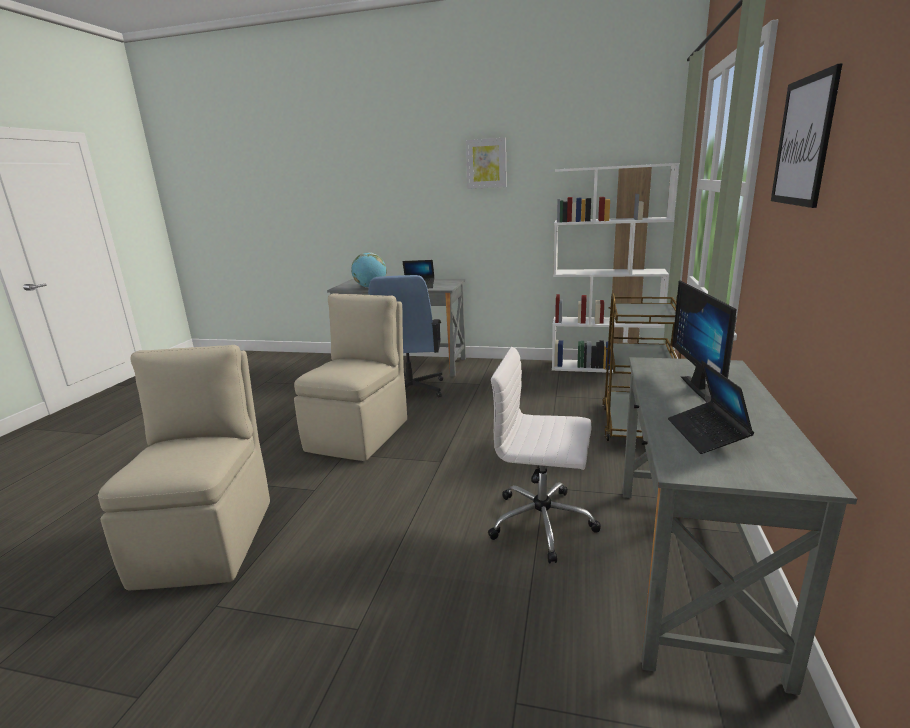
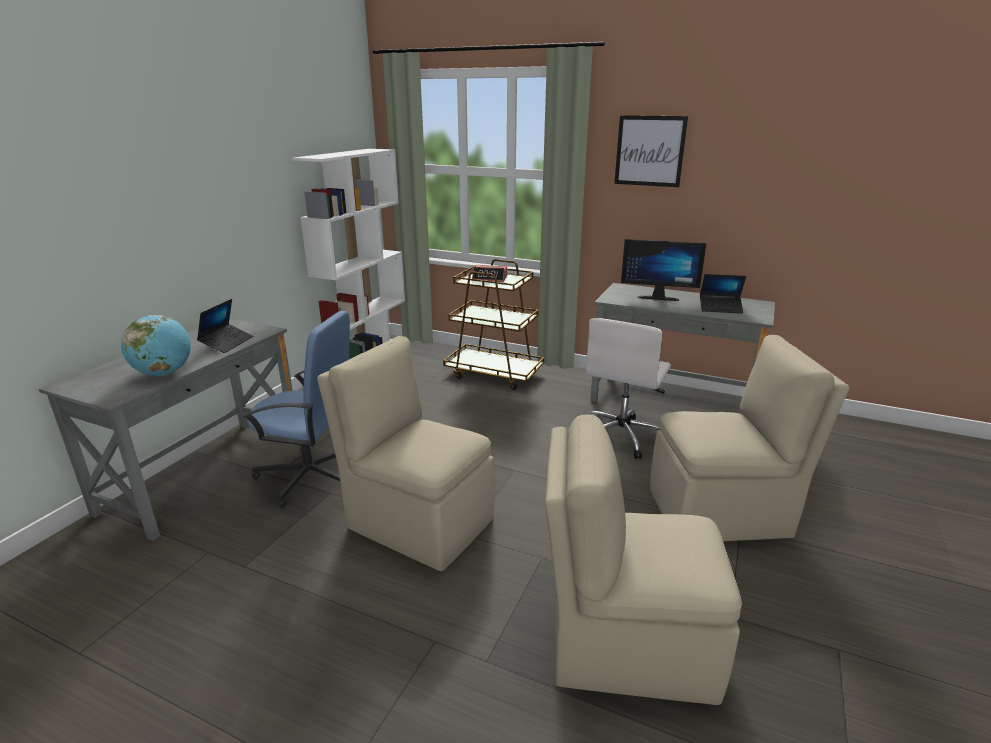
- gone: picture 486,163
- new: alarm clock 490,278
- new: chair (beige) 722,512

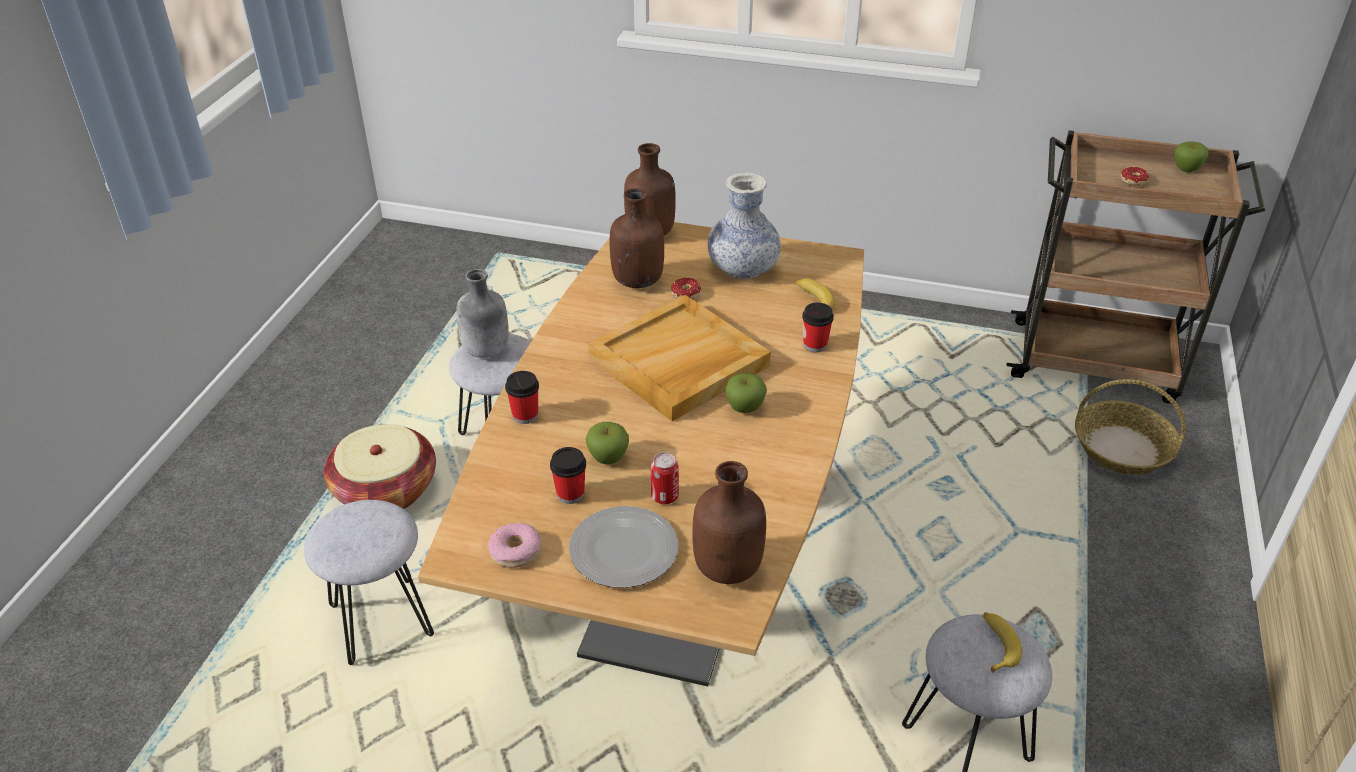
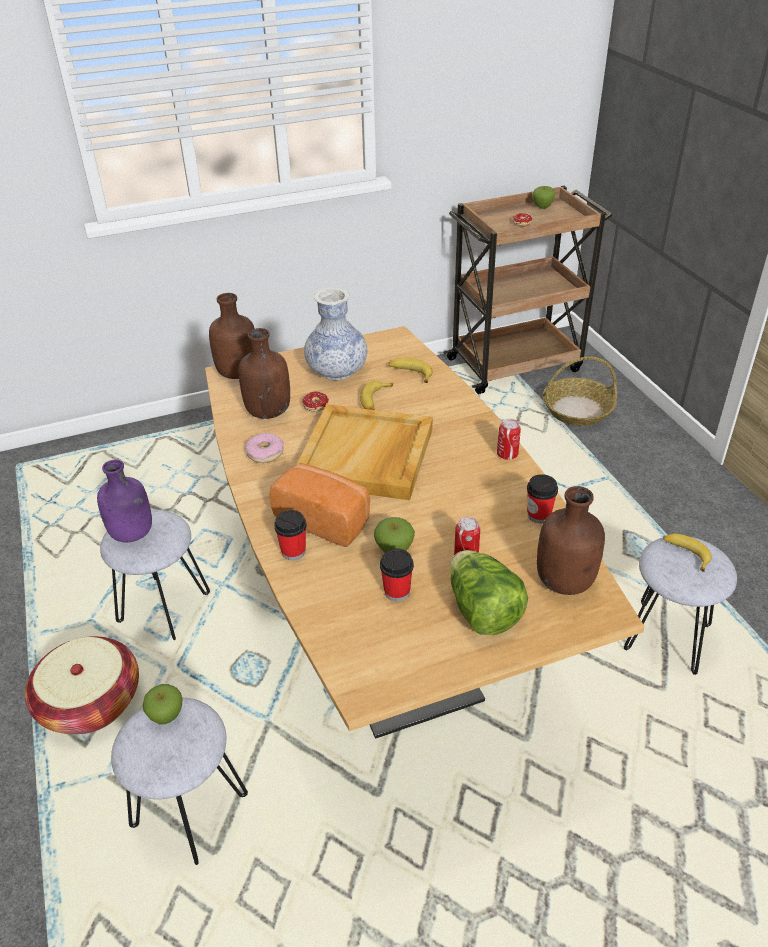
- repainted: bottle (grey) 486,351 to bottle (purple) 132,534
- shifted: donut 515,551 to 265,453
- swapped: plate 622,551 to lettuce 482,611
- shifted: apple 745,408 to 166,716
- shifted: cup 815,345 to 539,515
- new: bread 325,518
- new: banana 375,400
- new: can 507,454

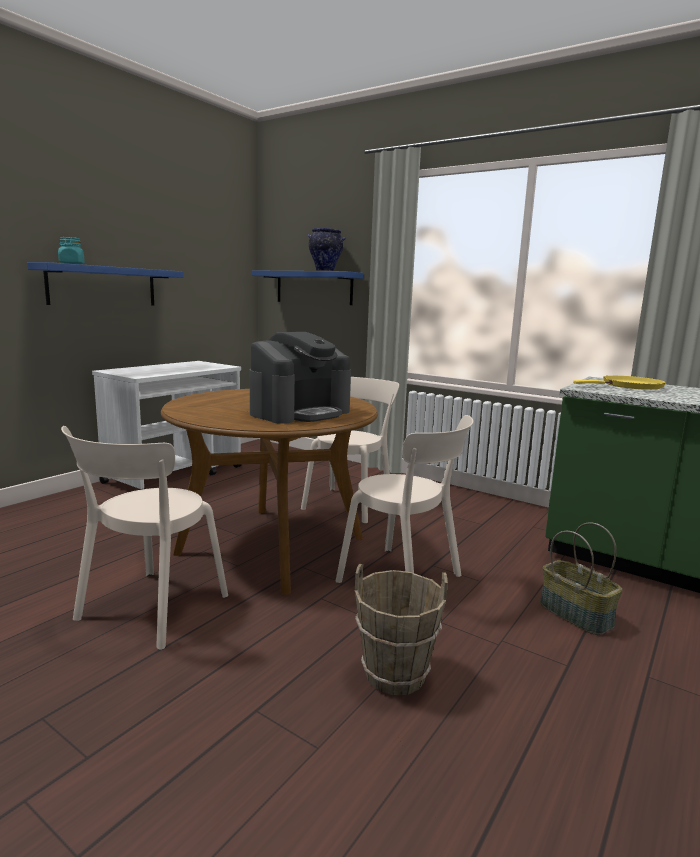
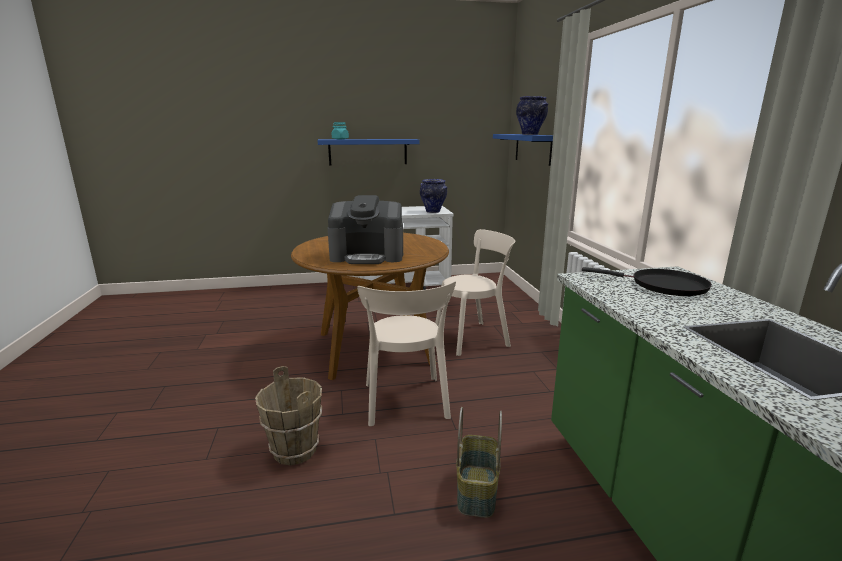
- gone: chair (beige) 149,610
- repainted: frying pan (yellow) 629,386 to frying pan (black) 663,286
- new: vase 433,212

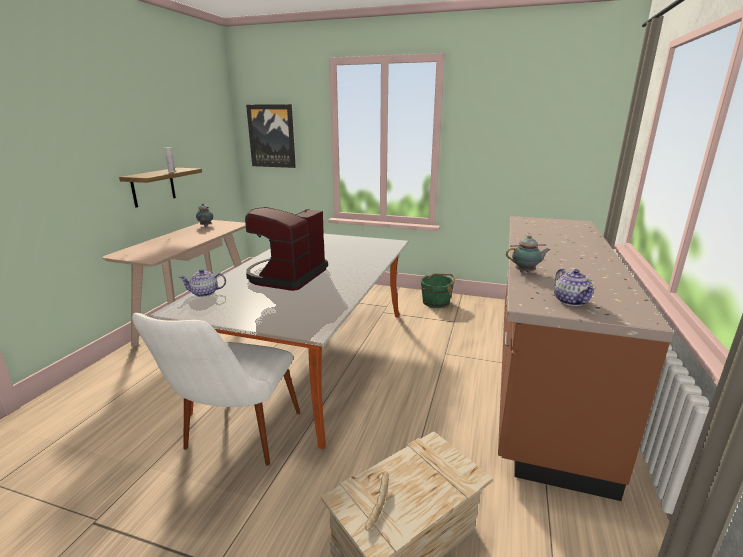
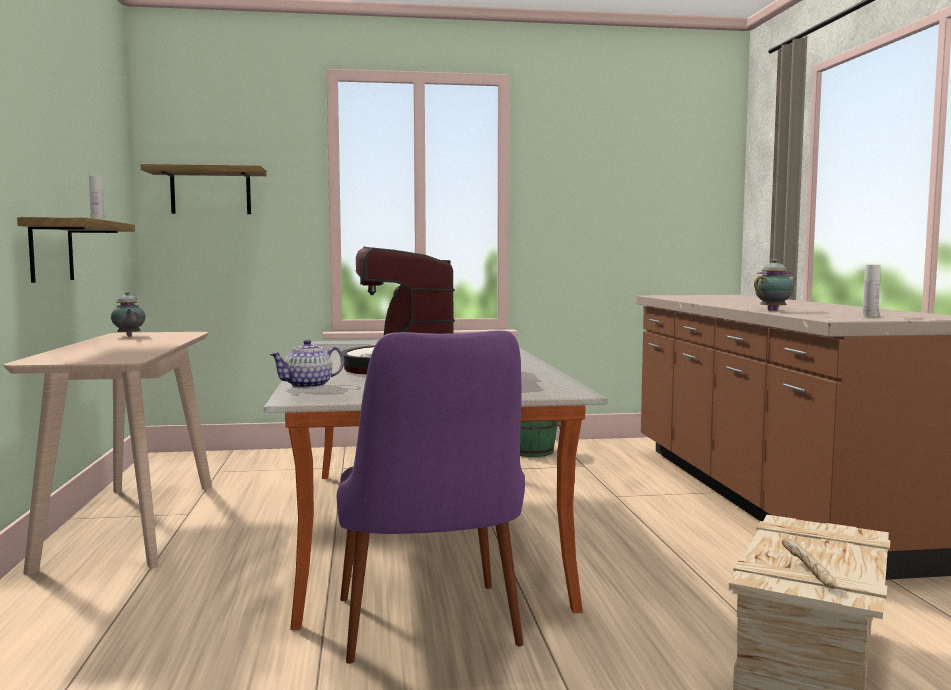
- repainted: chair (white) 235,443 to chair (purple) 431,637
- swapped: picture 272,136 to shelf 210,191
- swapped: teapot 571,301 to bottle (white) 870,316

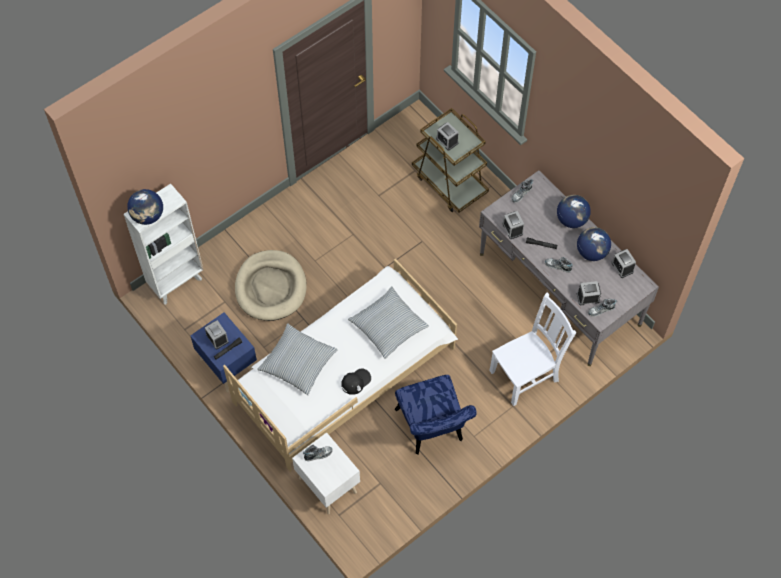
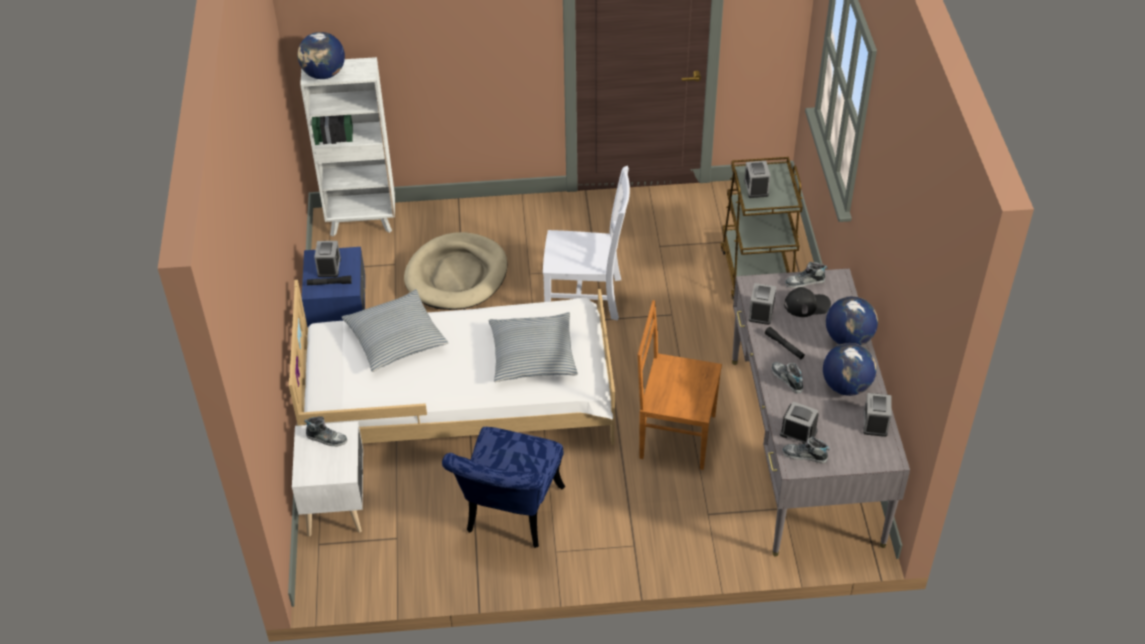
- shifted: cap (black) 356,381 to 807,305
- shifted: chair (white) 526,375 to 586,297
- new: chair (brown) 675,435

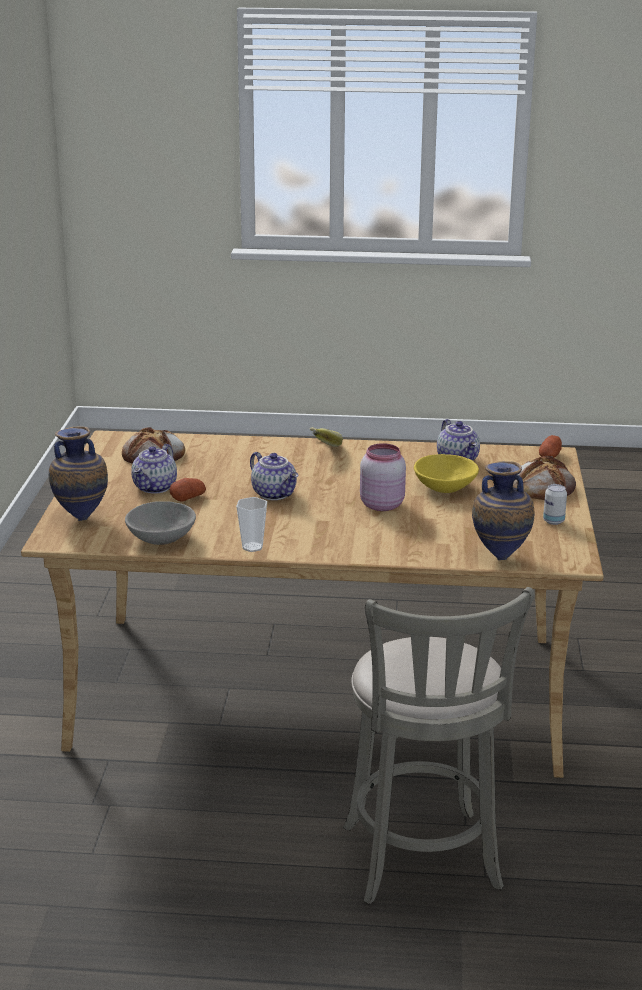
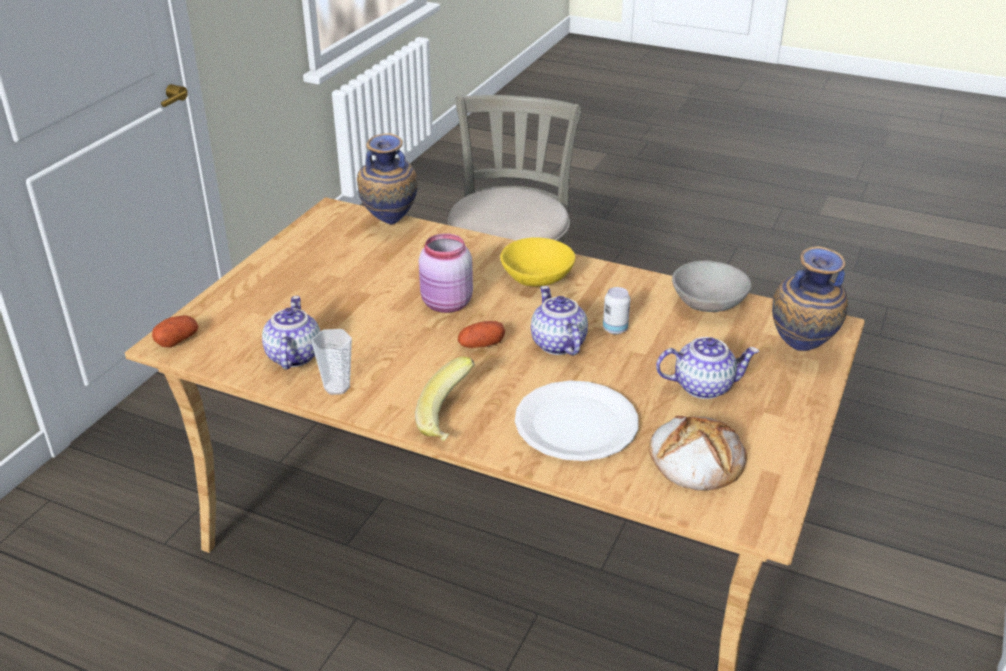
- rotated: teapot 155,487 = 703,386 45 degrees clockwise
- shifted: potato 188,498 to 481,345
- shifted: cup 252,547 to 337,387
- shifted: bowl (yellow) 445,488 to 536,278
- gone: bread 542,486
- shifted: can 553,521 to 615,329
- new: plate (white) 576,424

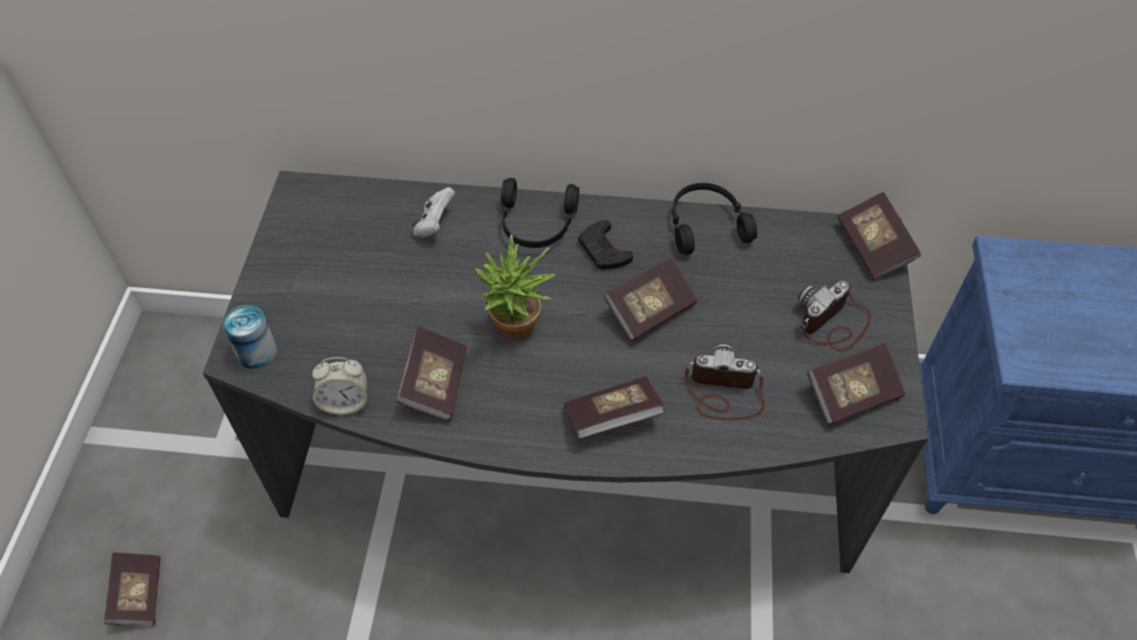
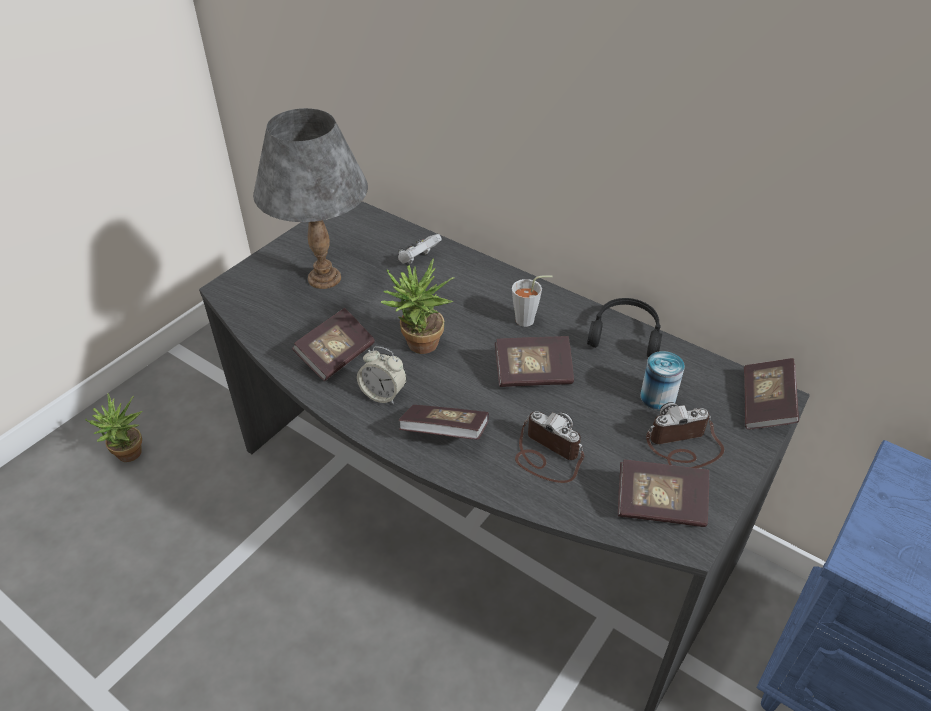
- swapped: book 138,594 to potted plant 130,457
- shifted: can 257,352 to 657,397
- shifted: alarm clock 345,402 to 383,394
- gone: headphones (black) 536,224
- swapped: game controller (black) 604,250 to cup (grey) 529,320
- new: table lamp (grey) 323,278

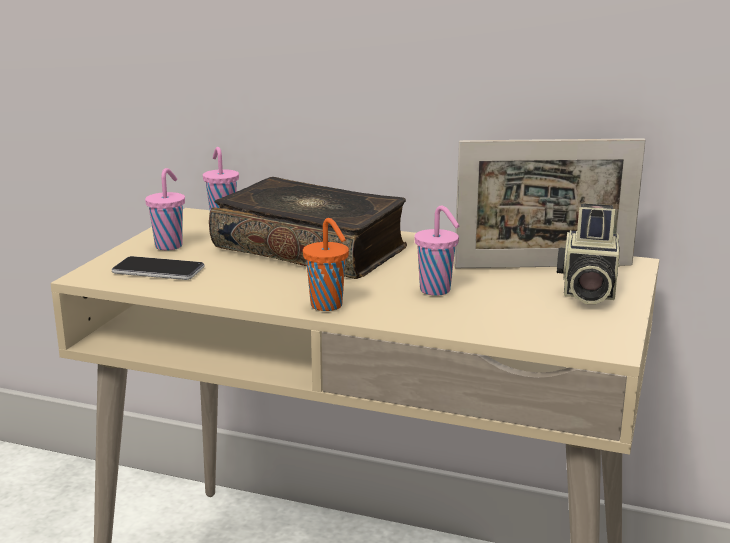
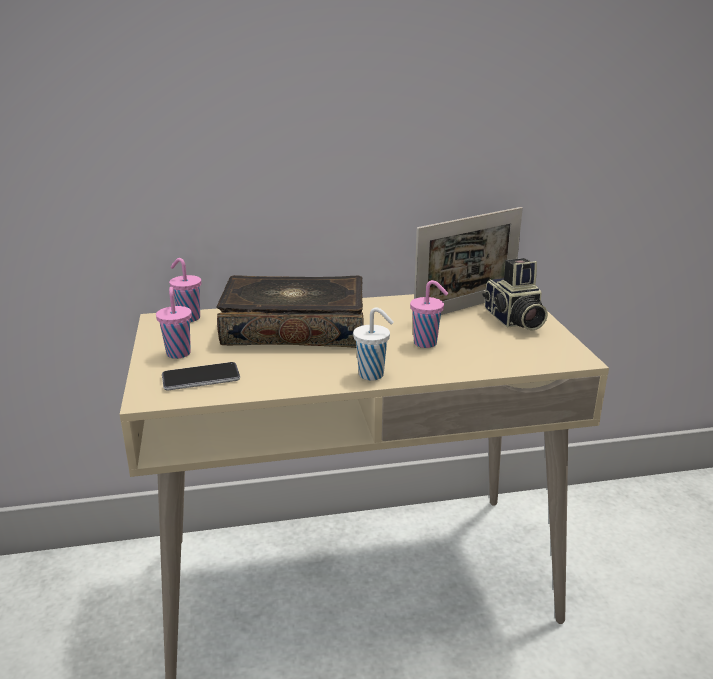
- repainted: cup (orange) 328,306 to cup (white) 373,375

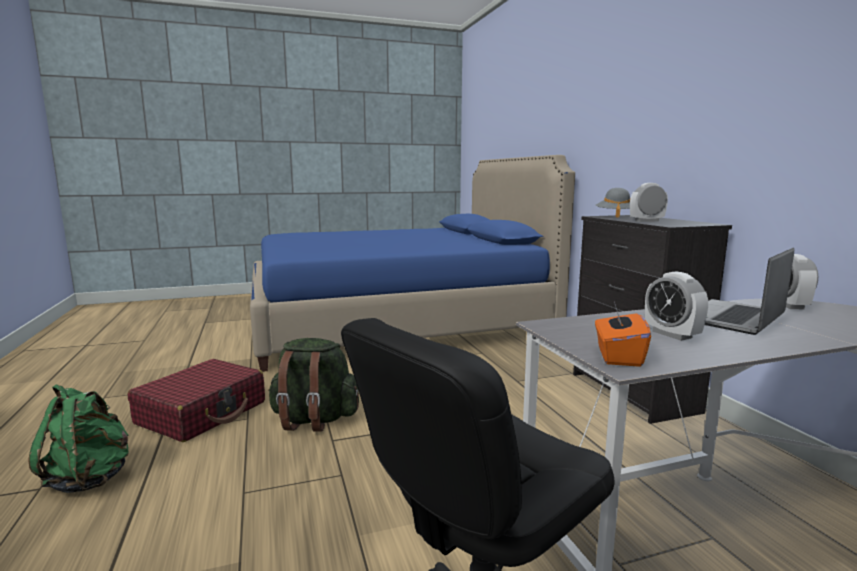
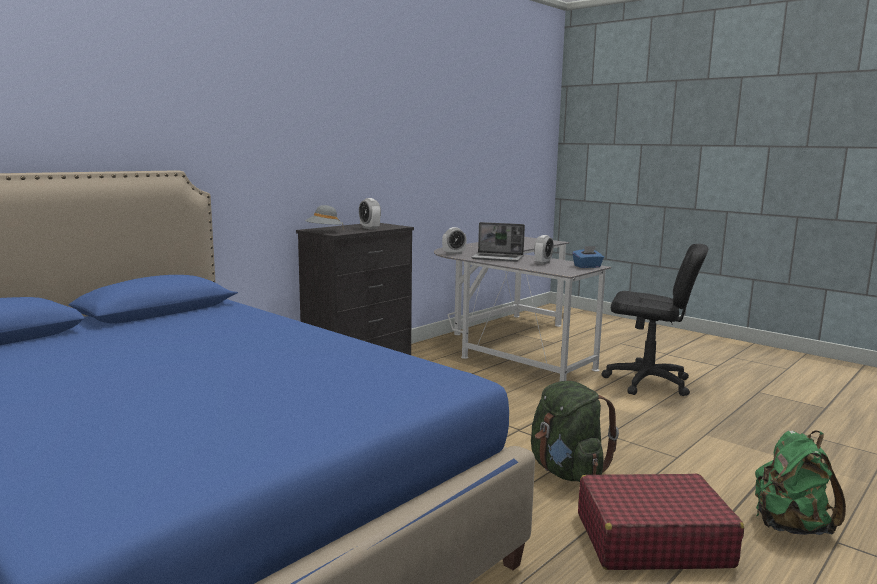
- repainted: tissue box (orange) 618,356 to tissue box (blue) 587,266

